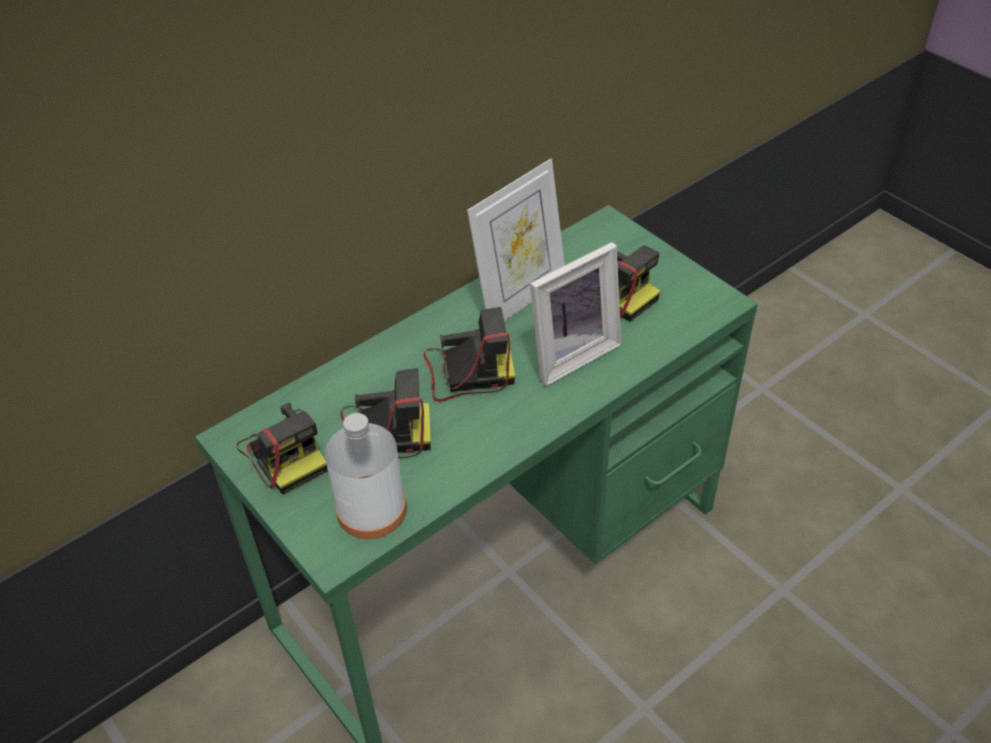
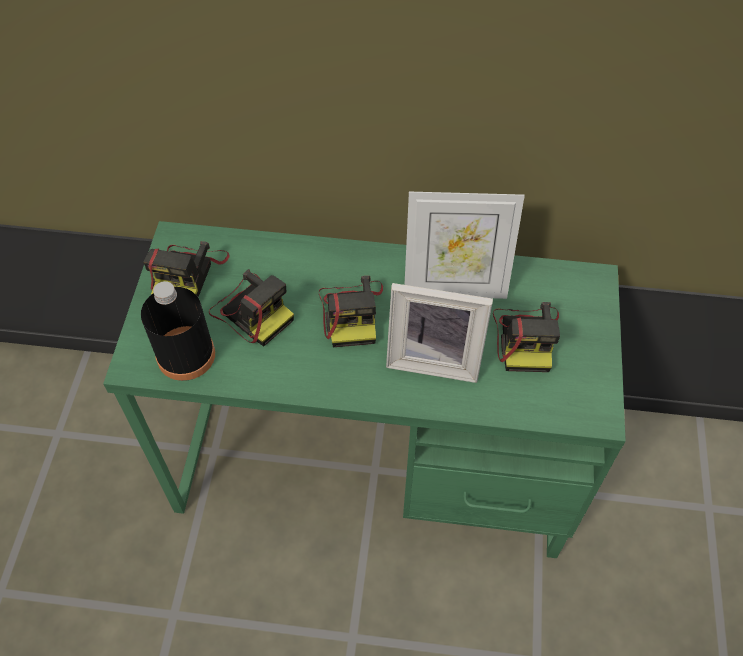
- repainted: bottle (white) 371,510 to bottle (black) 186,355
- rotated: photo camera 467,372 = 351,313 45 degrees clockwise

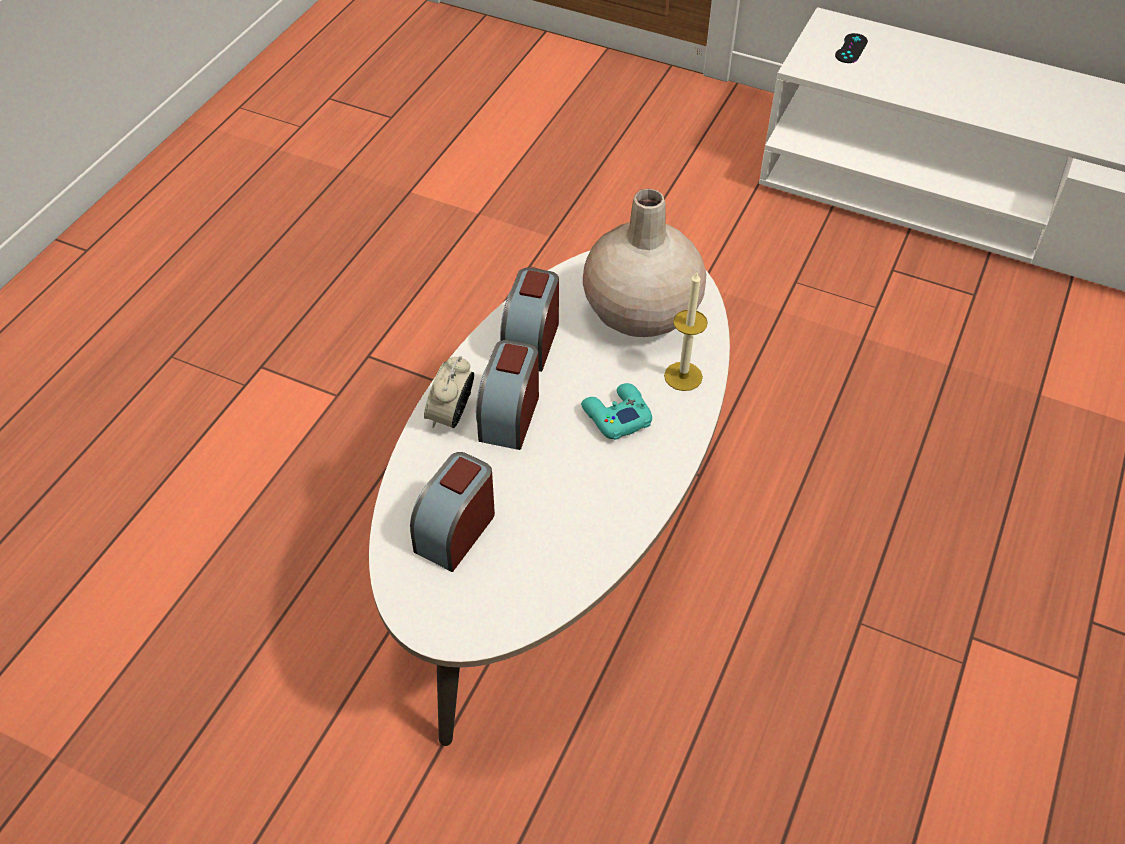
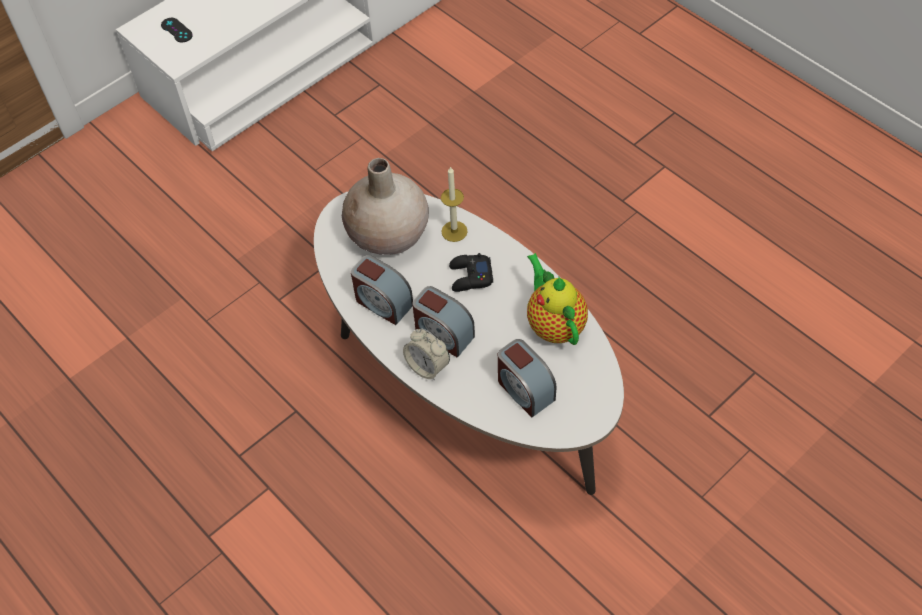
- repainted: game controller (turquoise) 616,416 to game controller (black) 470,277
- new: teapot 554,324

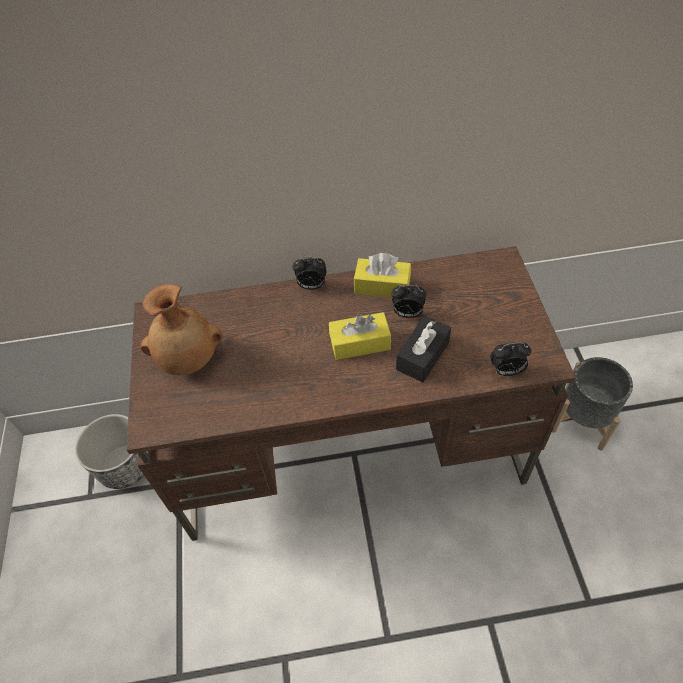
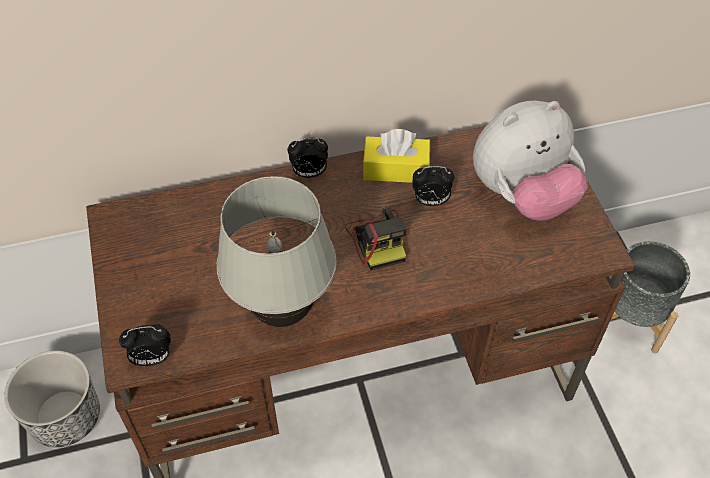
- gone: vase (brown) 189,359
- swapped: tissue box (yellow) 360,343 to photo camera 378,240
- gone: tissue box (black) 422,356
- shifted: alarm clock 506,371 to 151,358
- new: table lamp (white) 282,312
- new: plush toy 522,195

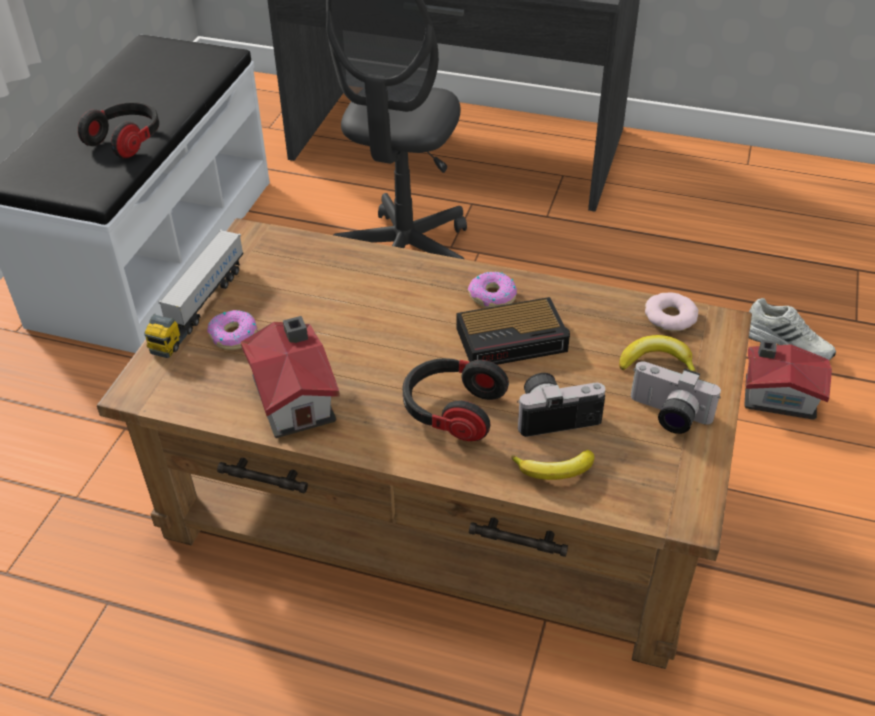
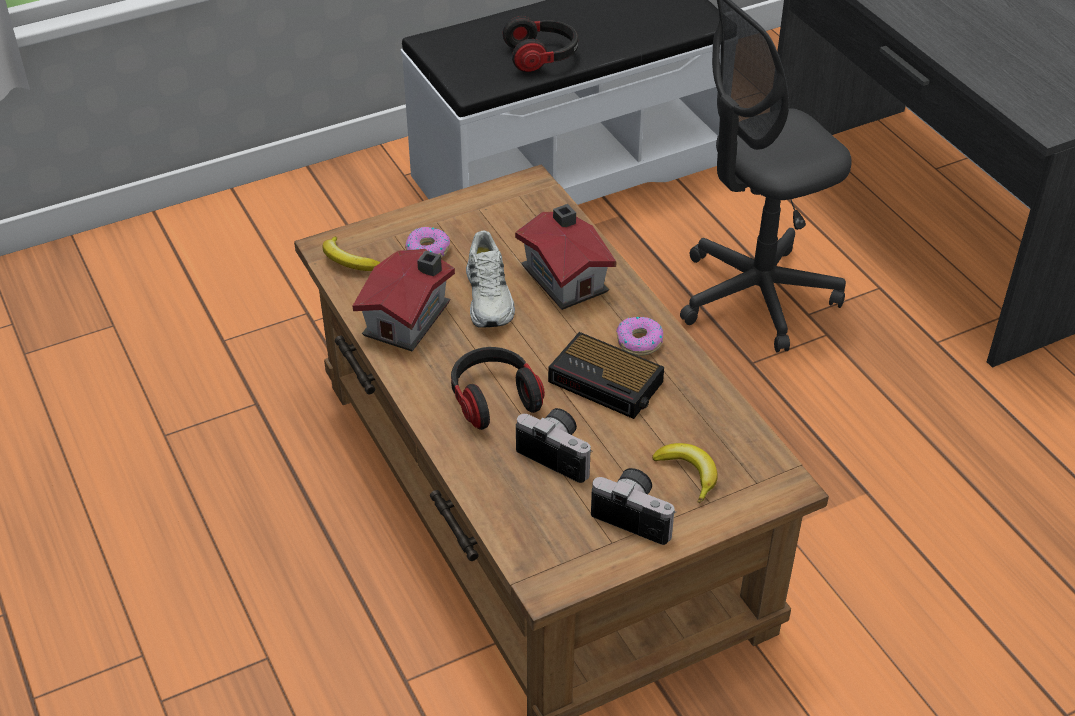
- gone: toy truck 199,307
- shifted: banana 555,471 to 348,261
- rotated: photo camera 667,415 = 636,514 135 degrees clockwise
- gone: donut 670,316
- shifted: toy house 777,395 to 565,277
- shifted: shoe (white) 786,343 to 490,297

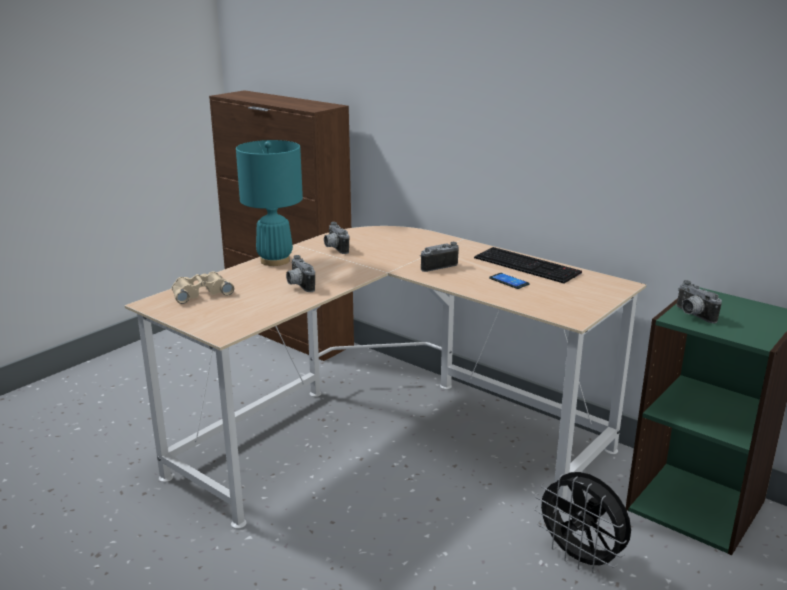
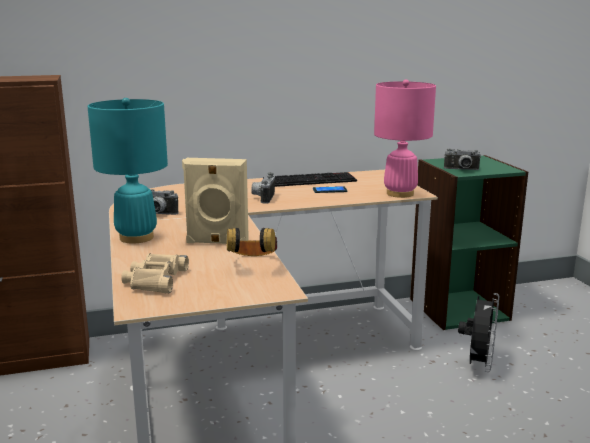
- swapped: photo camera 298,286 to speaker (beige) 217,242
- rotated: fan (black) 580,558 = 478,364 60 degrees counterclockwise
- new: headphones 252,264
- new: table lamp (pink) 400,193

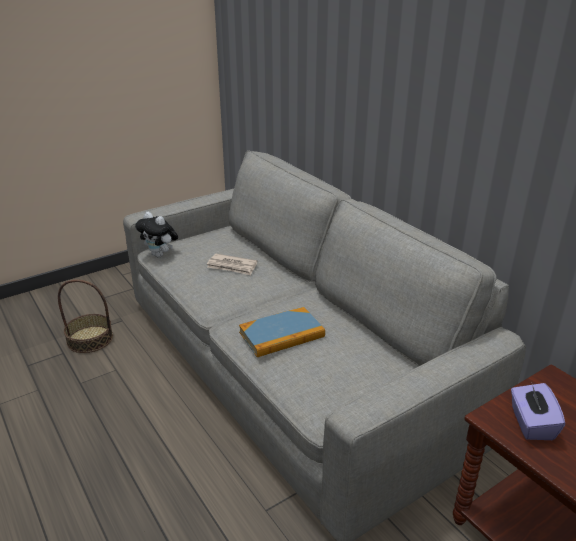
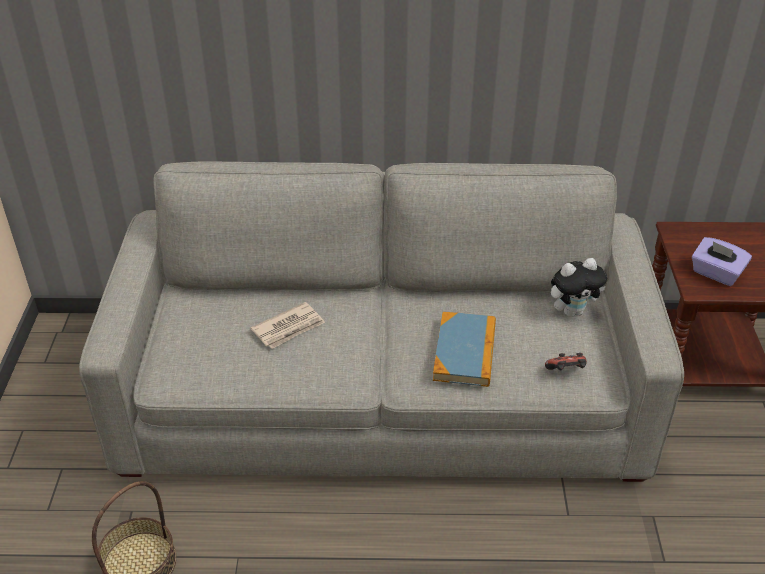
- shifted: plush toy 160,255 to 572,311
- new: game controller 566,372

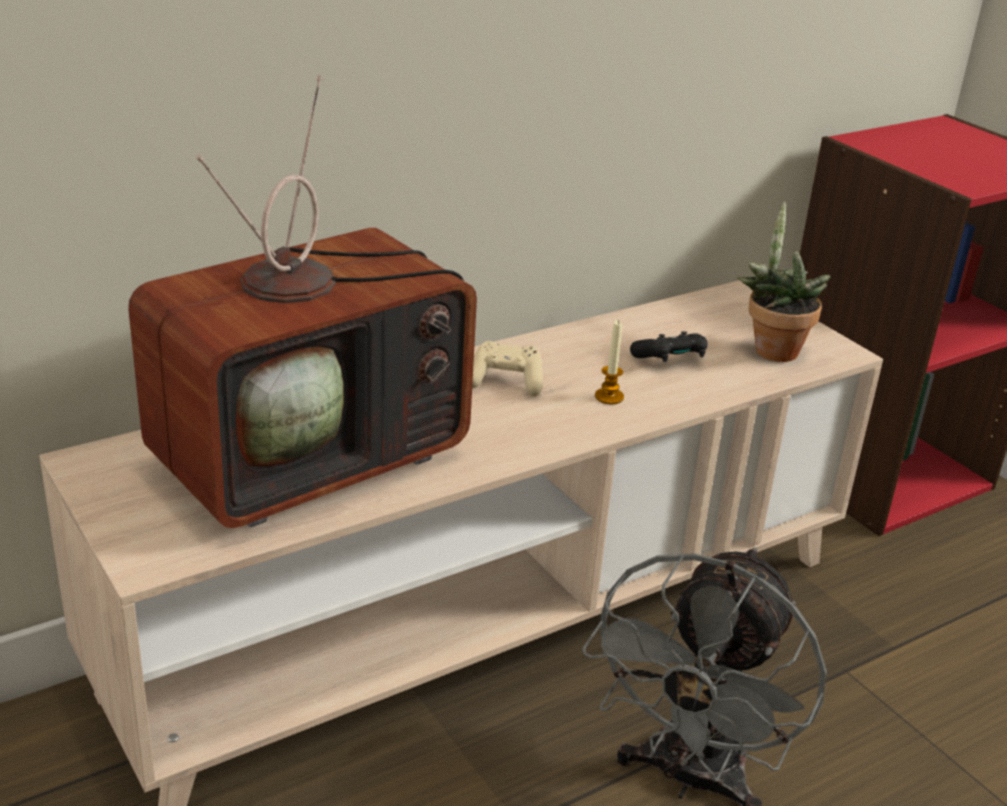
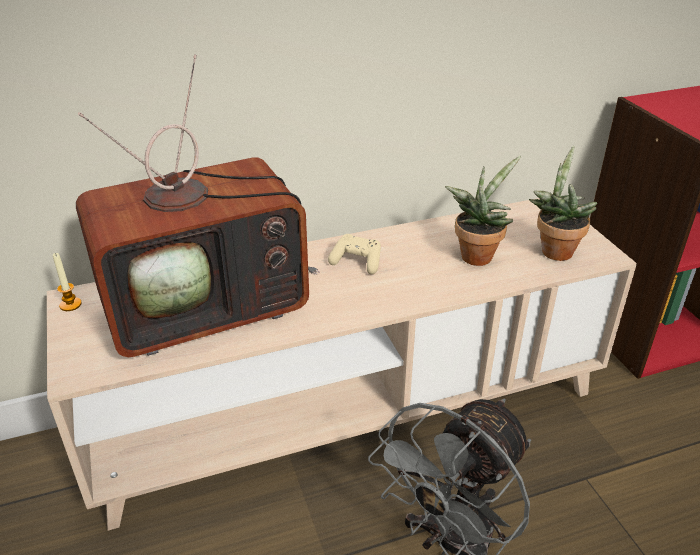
- shifted: candle 609,397 to 70,305
- swapped: game controller (black) 670,361 to potted plant 477,254

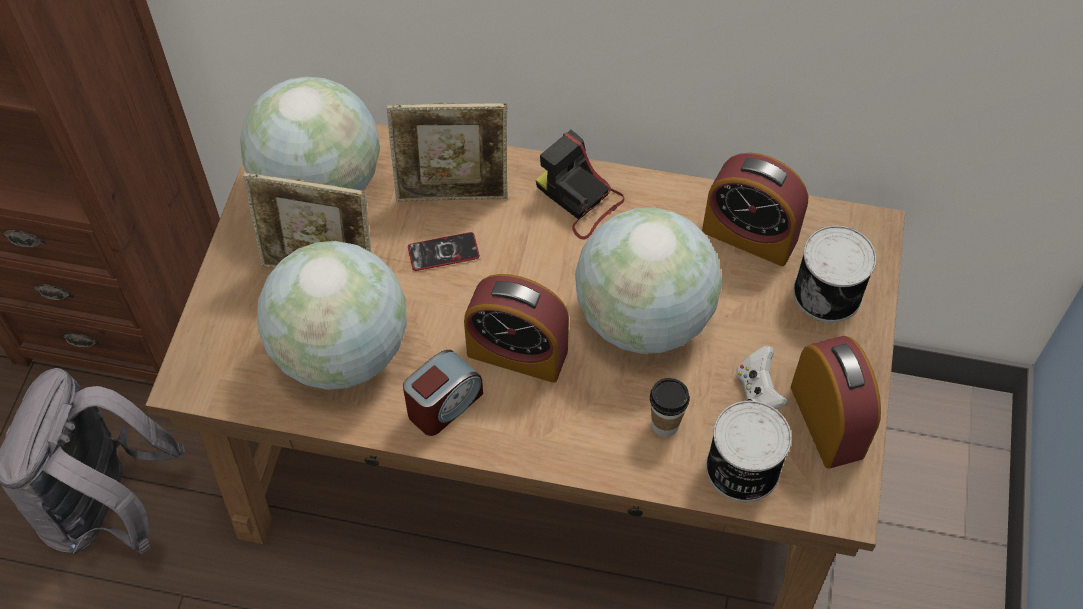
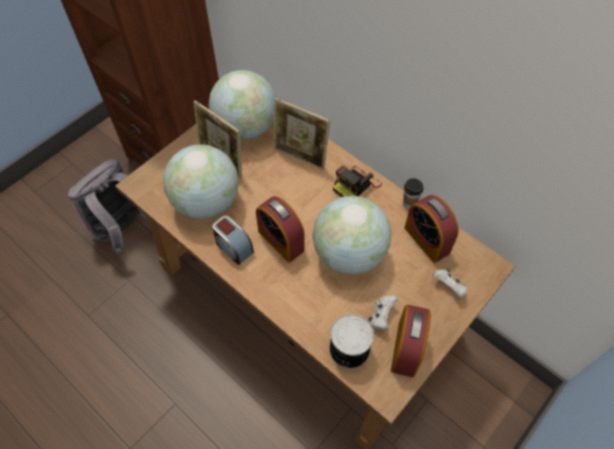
- rotated: alarm clock 444,404 = 233,247 60 degrees clockwise
- gone: phone 443,252
- rotated: photo camera 579,199 = 356,185 120 degrees counterclockwise
- shifted: cup 665,424 to 409,204
- swapped: can 829,292 to game controller (white) 449,286

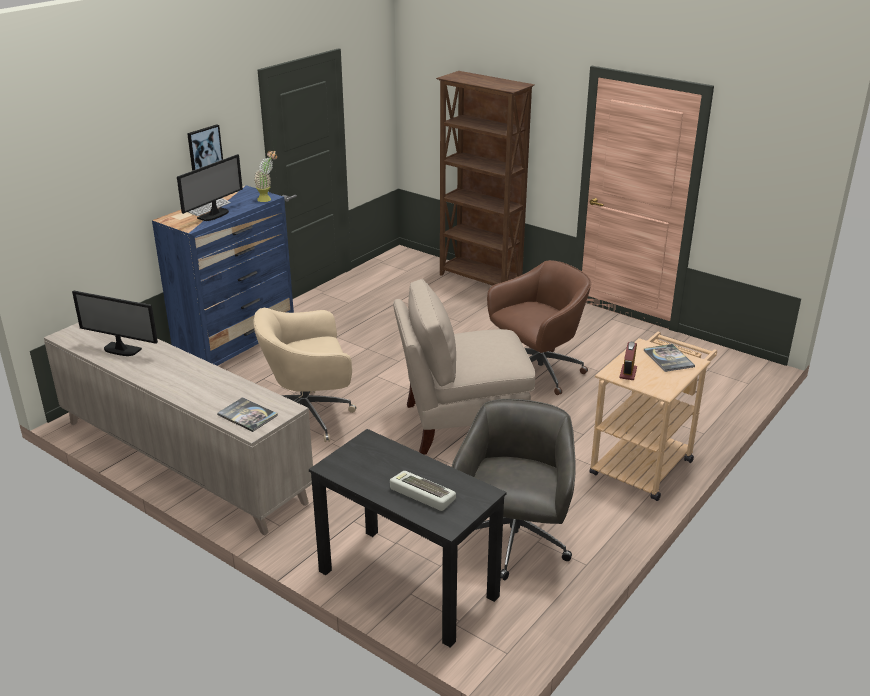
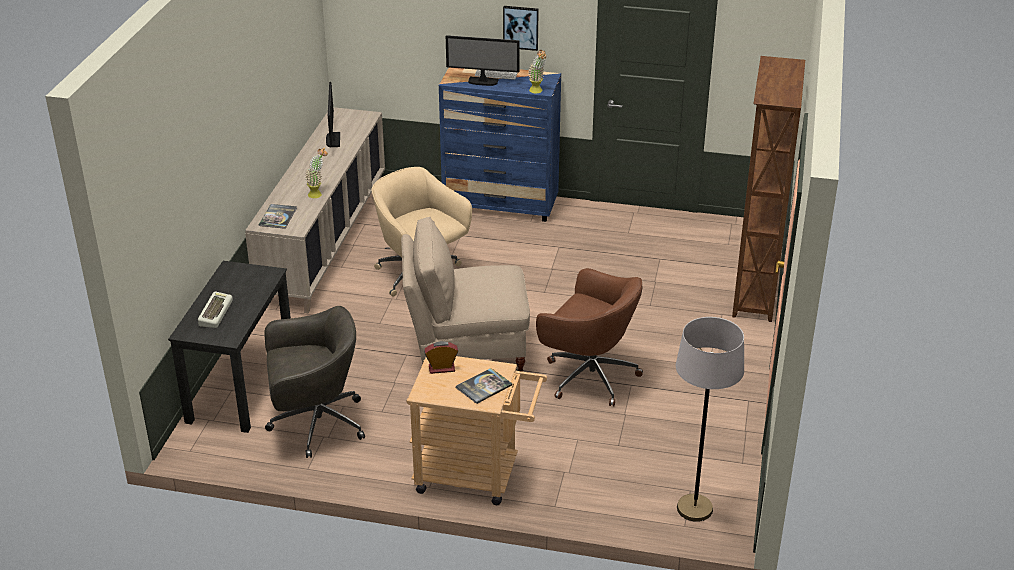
- rotated: chair (beige) 462,423 = 466,355 60 degrees counterclockwise
- new: potted plant 318,193
- new: floor lamp (grey) 694,509

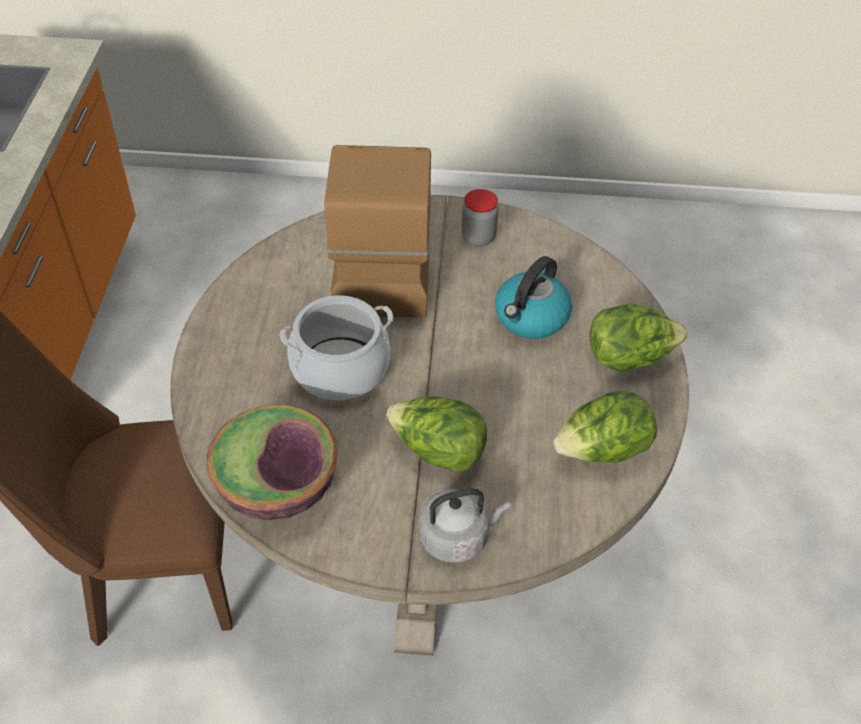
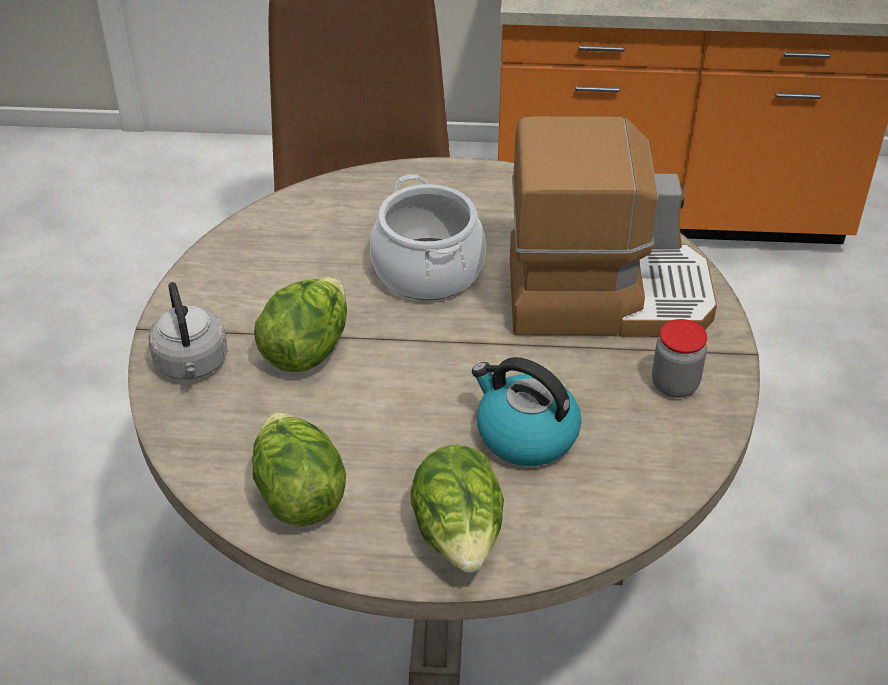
- gone: bowl 277,486

